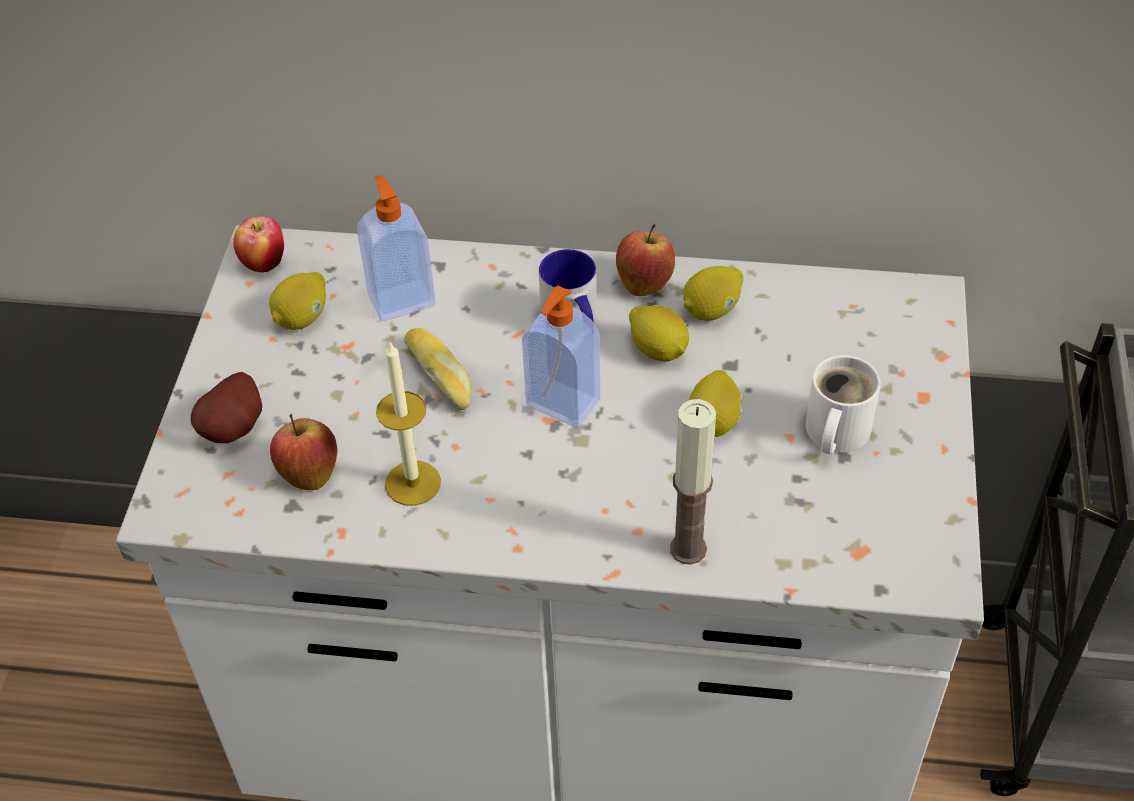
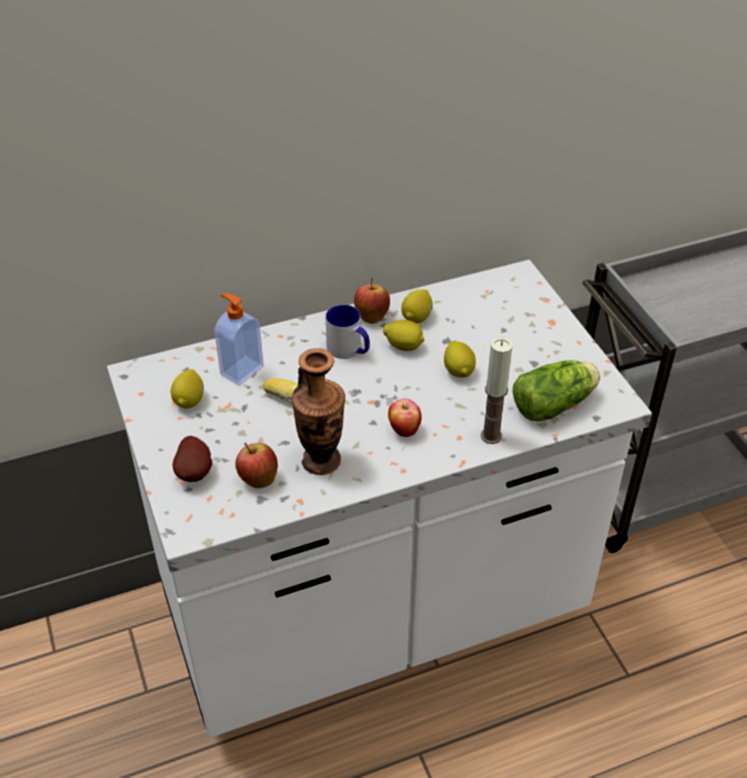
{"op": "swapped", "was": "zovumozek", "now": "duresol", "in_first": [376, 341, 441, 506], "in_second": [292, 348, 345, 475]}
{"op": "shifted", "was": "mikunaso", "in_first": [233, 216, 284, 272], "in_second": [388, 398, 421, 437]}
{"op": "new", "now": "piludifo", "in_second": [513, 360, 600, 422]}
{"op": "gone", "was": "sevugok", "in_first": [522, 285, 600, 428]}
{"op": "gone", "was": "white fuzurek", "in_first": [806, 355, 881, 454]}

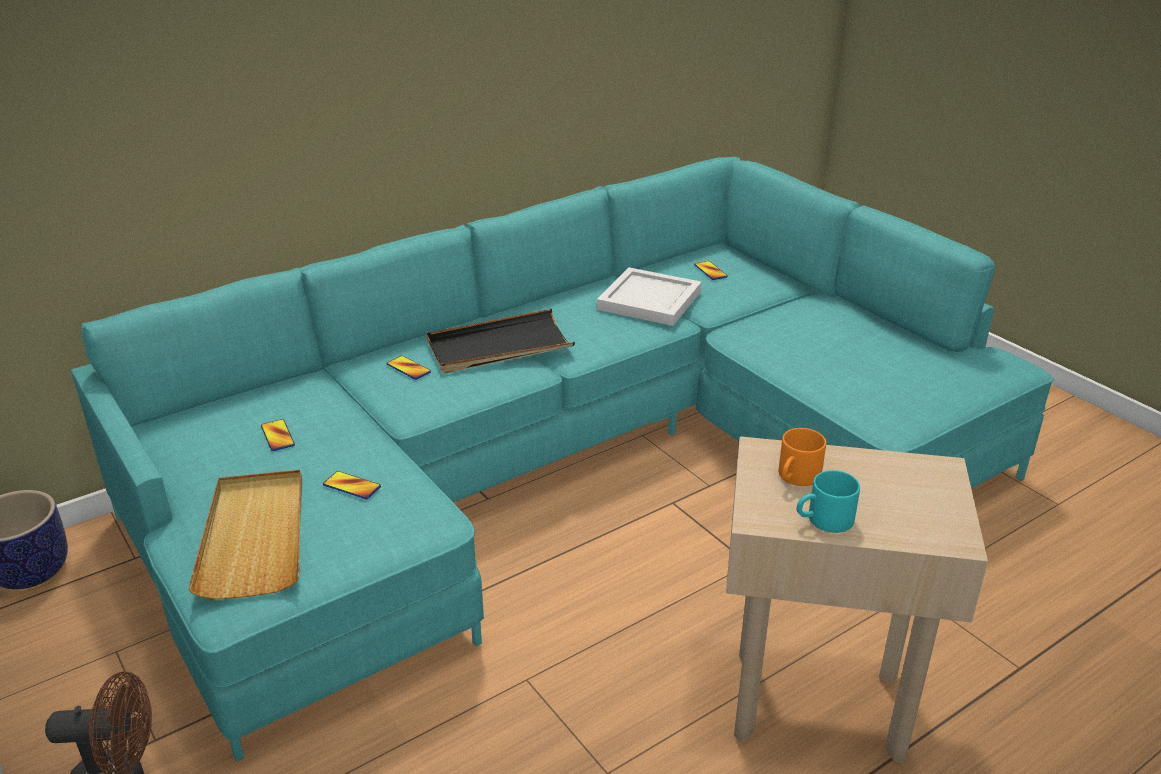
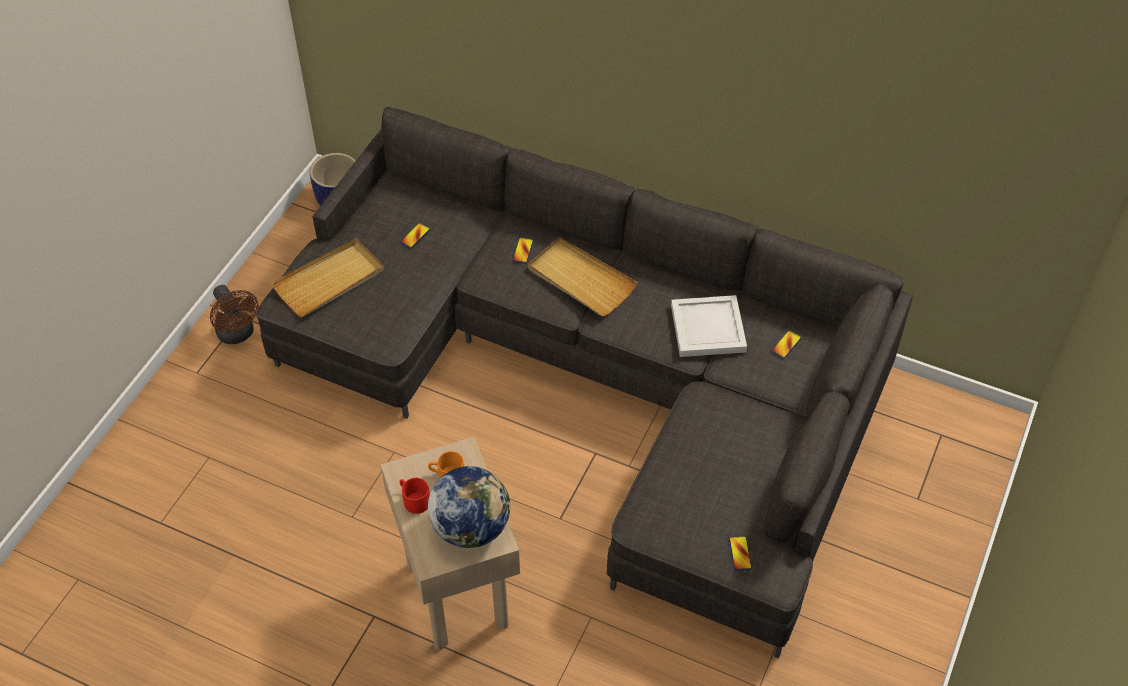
{"op": "repainted", "was": "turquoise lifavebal", "now": "grey lifavebal", "in_first": [71, 157, 1053, 762], "in_second": [256, 107, 913, 658]}
{"op": "repainted", "was": "turquoise fuzurek", "now": "red fuzurek", "in_first": [797, 470, 860, 533], "in_second": [399, 478, 430, 514]}
{"op": "new", "now": "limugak", "in_second": [428, 466, 510, 548]}
{"op": "repainted", "was": "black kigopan", "now": "beige kigopan", "in_first": [426, 309, 575, 373], "in_second": [528, 237, 638, 316]}
{"op": "shifted", "was": "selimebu", "in_first": [323, 471, 381, 499], "in_second": [729, 536, 752, 571]}

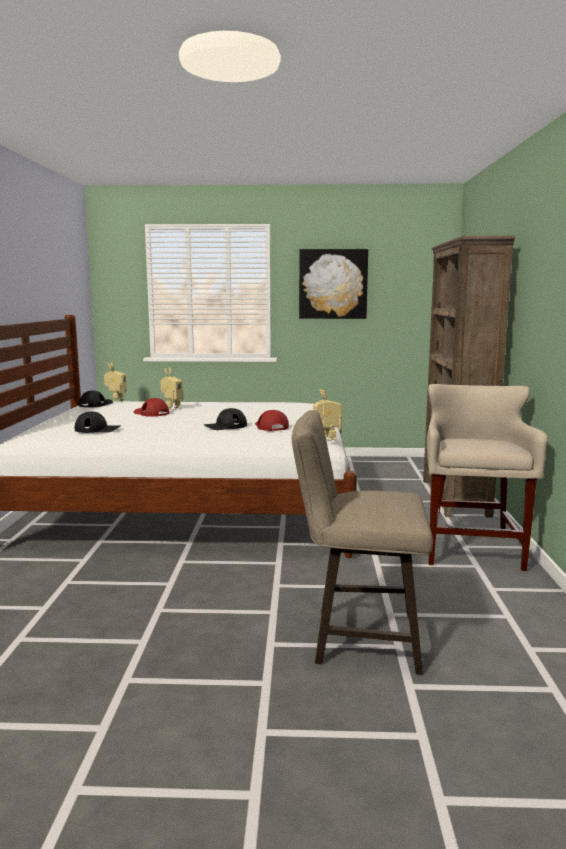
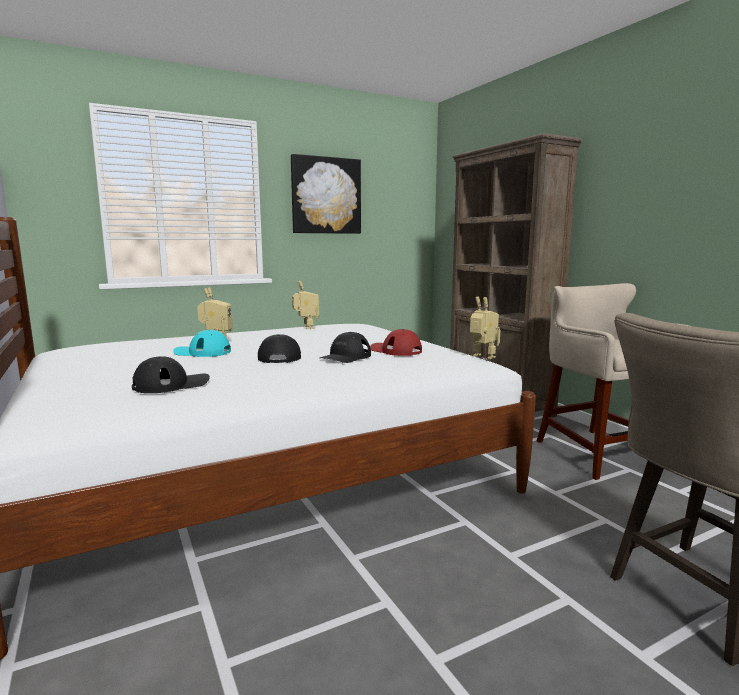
{"op": "repainted", "was": "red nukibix", "now": "turquoise nukibix", "in_first": [134, 398, 169, 417], "in_second": [173, 330, 231, 357]}
{"op": "shifted", "was": "black nukibix", "in_first": [79, 391, 113, 408], "in_second": [258, 334, 301, 363]}
{"op": "shifted", "was": "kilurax", "in_first": [104, 363, 127, 401], "in_second": [292, 281, 319, 329]}

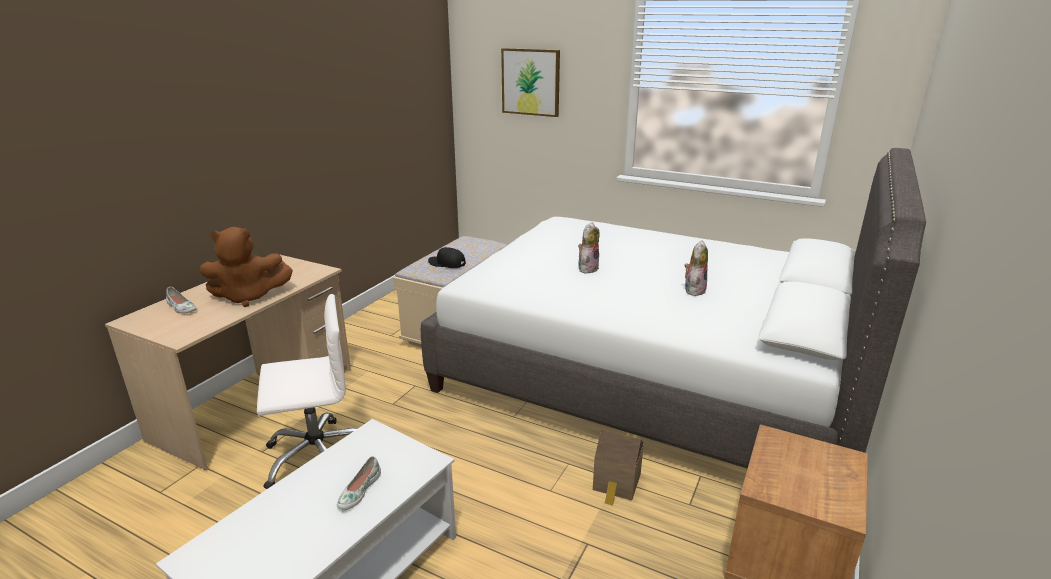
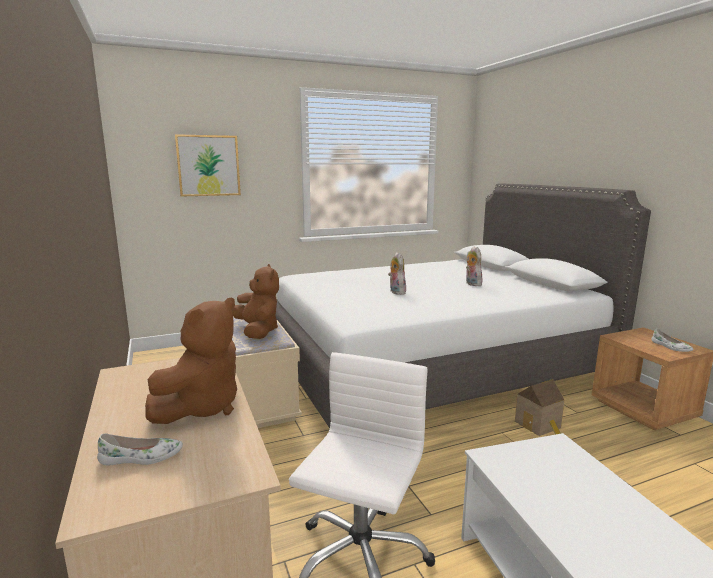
{"op": "swapped", "was": "black nukibix", "now": "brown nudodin", "in_first": [428, 247, 466, 268], "in_second": [232, 264, 279, 339]}
{"op": "shifted", "was": "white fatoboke", "in_first": [337, 456, 381, 510], "in_second": [651, 329, 694, 352]}

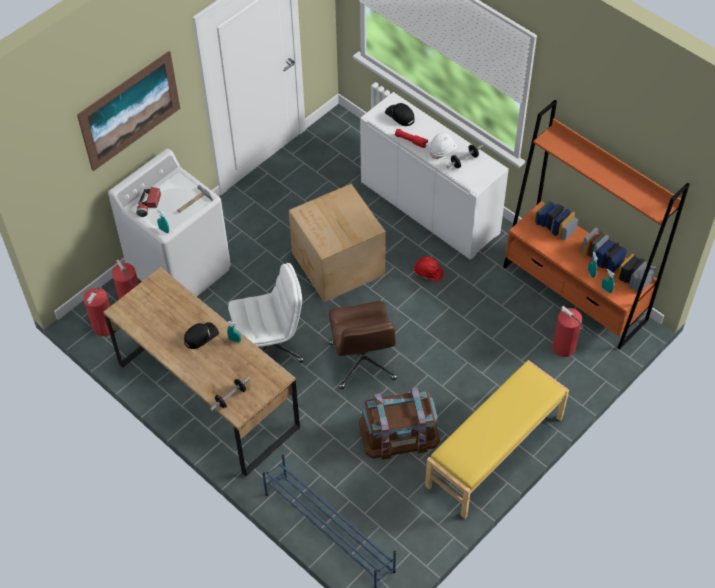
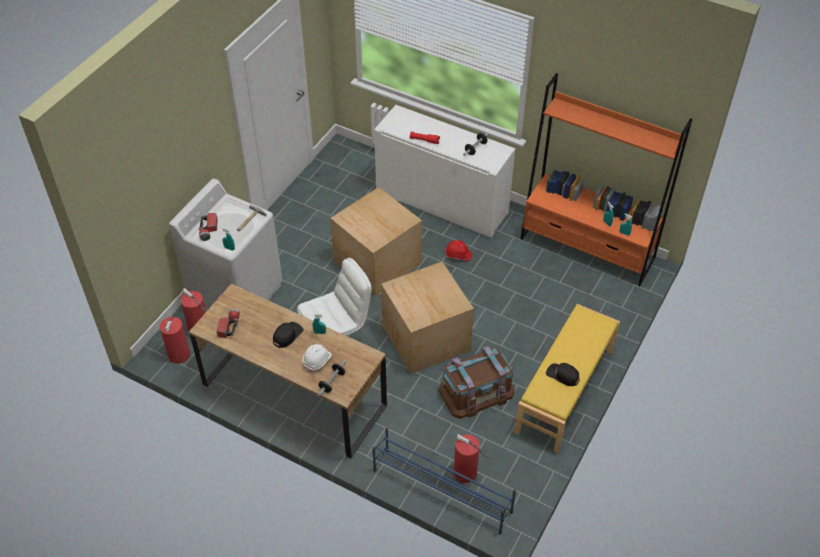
{"op": "new", "now": "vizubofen", "in_second": [216, 308, 240, 338]}
{"op": "shifted", "was": "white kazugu", "in_first": [429, 133, 457, 159], "in_second": [302, 344, 332, 373]}
{"op": "swapped", "was": "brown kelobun", "now": "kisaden", "in_first": [329, 301, 397, 389], "in_second": [381, 261, 474, 374]}
{"op": "shifted", "was": "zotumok", "in_first": [552, 306, 591, 357], "in_second": [454, 434, 491, 483]}
{"op": "shifted", "was": "black nukibix", "in_first": [385, 103, 415, 126], "in_second": [546, 363, 580, 386]}
{"op": "gone", "was": "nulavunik", "in_first": [77, 51, 180, 171]}

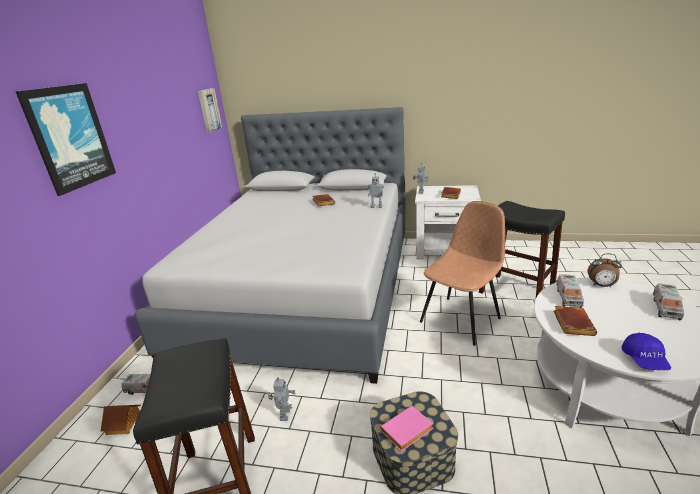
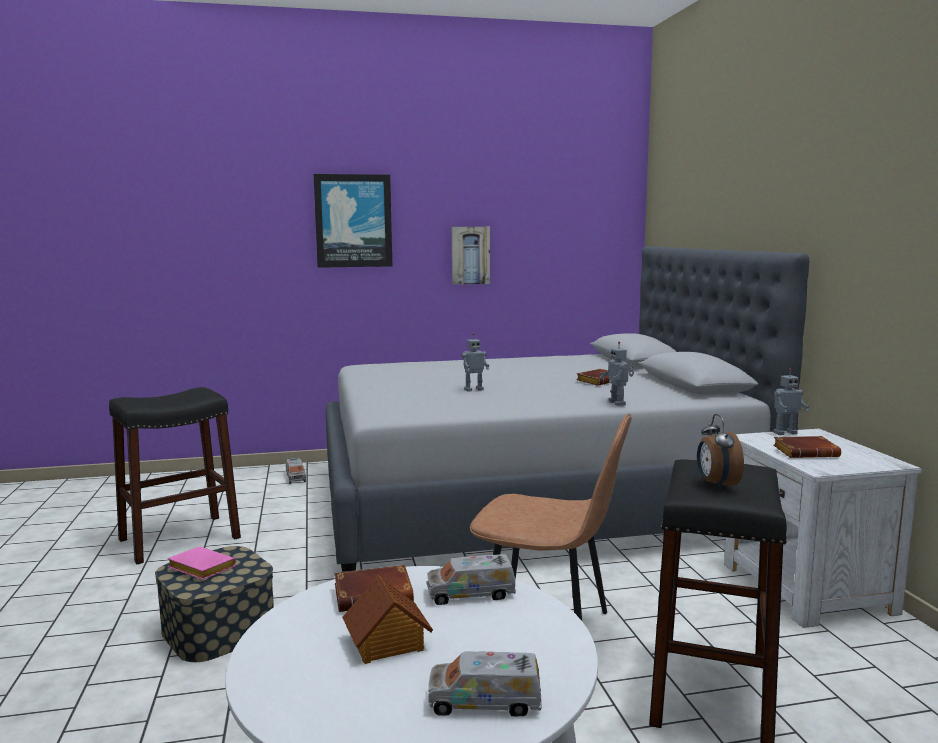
{"op": "shifted", "was": "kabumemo", "in_first": [100, 405, 141, 435], "in_second": [342, 575, 433, 664]}
{"op": "shifted", "was": "nulavunik", "in_first": [198, 88, 222, 132], "in_second": [452, 227, 490, 285]}
{"op": "shifted", "was": "kilurax", "in_first": [268, 377, 296, 421], "in_second": [461, 333, 489, 392]}
{"op": "shifted", "was": "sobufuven", "in_first": [588, 254, 622, 287], "in_second": [697, 414, 744, 490]}
{"op": "gone", "was": "blue nukibix", "in_first": [621, 333, 671, 370]}

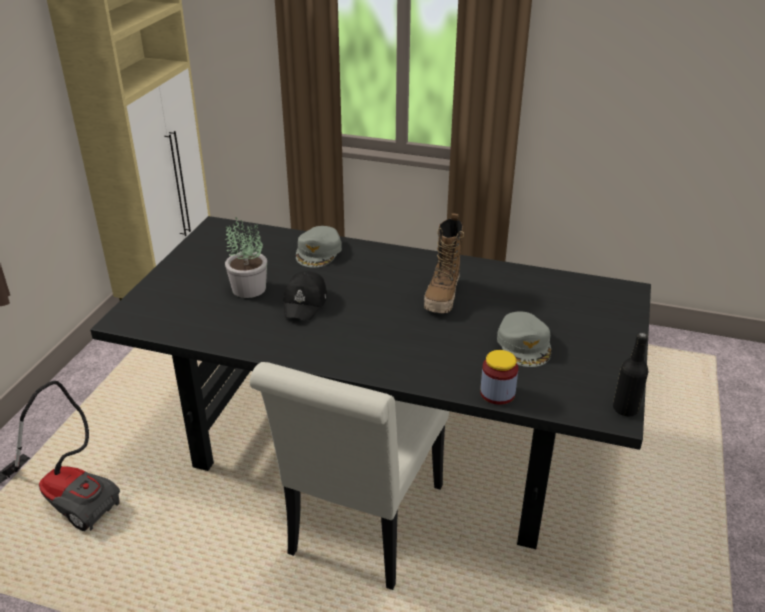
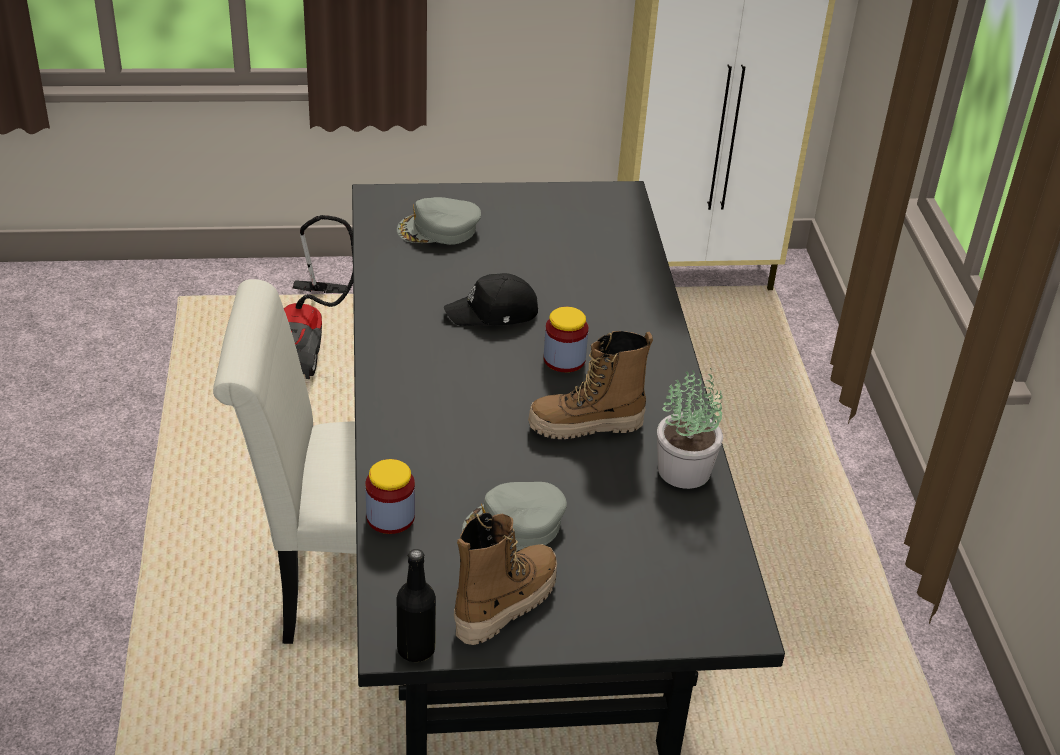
{"op": "shifted", "was": "grey nukibix", "in_first": [296, 226, 342, 268], "in_second": [397, 197, 481, 245]}
{"op": "new", "now": "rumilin", "in_second": [454, 512, 557, 645]}
{"op": "new", "now": "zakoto", "in_second": [544, 307, 588, 372]}
{"op": "shifted", "was": "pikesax", "in_first": [225, 217, 267, 298], "in_second": [657, 368, 723, 489]}

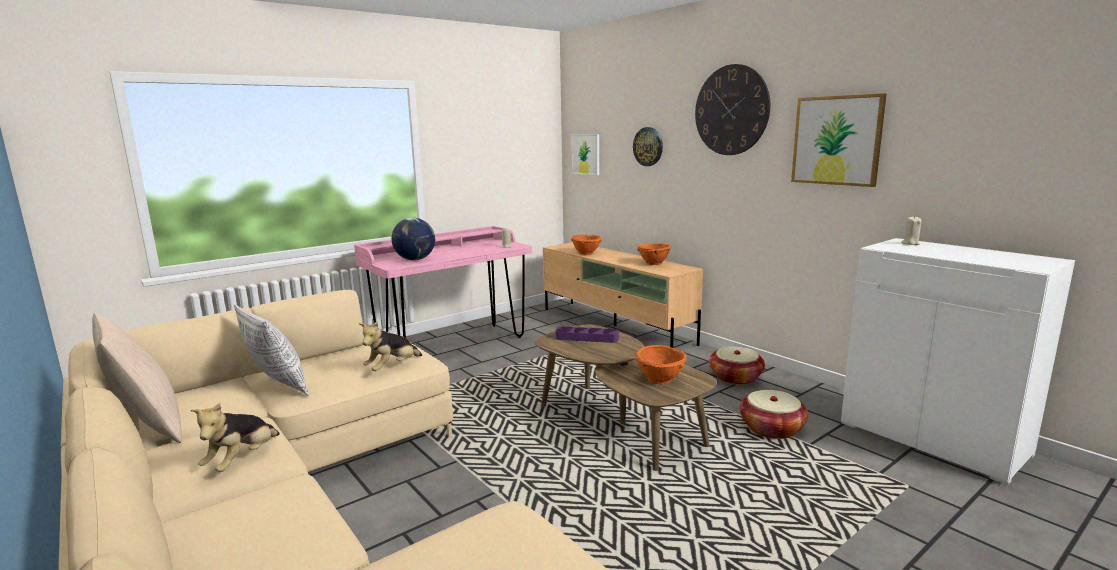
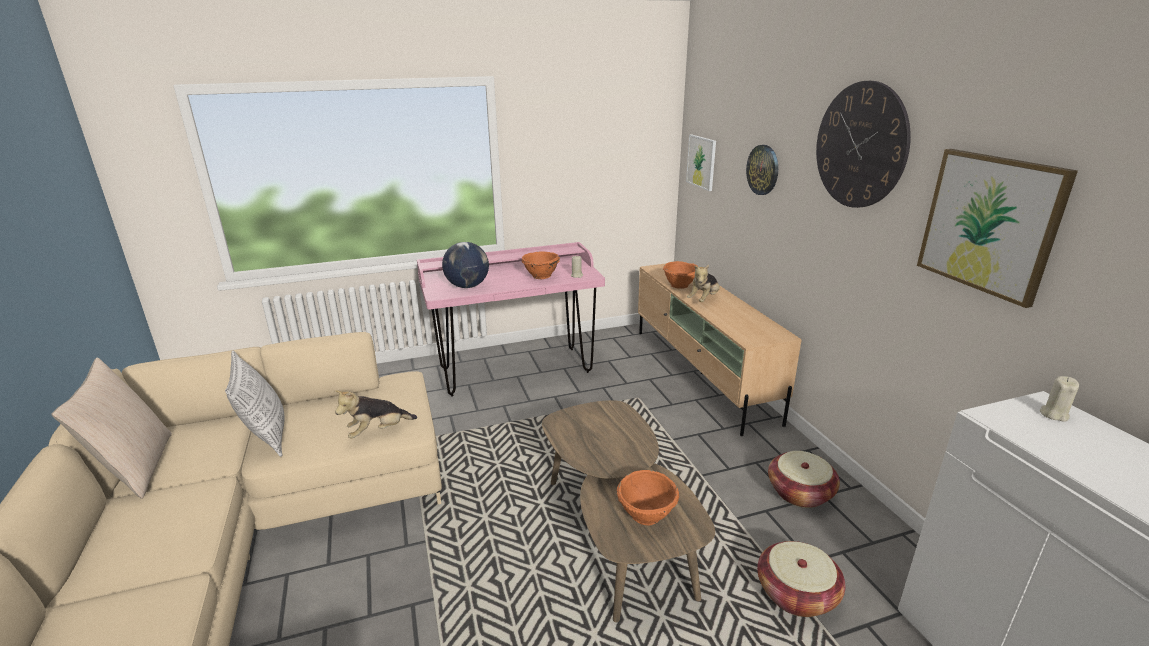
{"op": "shifted", "was": "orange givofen", "in_first": [637, 243, 671, 265], "in_second": [522, 252, 560, 279]}
{"op": "shifted", "was": "nudodin", "in_first": [191, 403, 280, 472], "in_second": [687, 265, 720, 302]}
{"op": "gone", "was": "purple kigopan", "in_first": [555, 326, 619, 343]}

